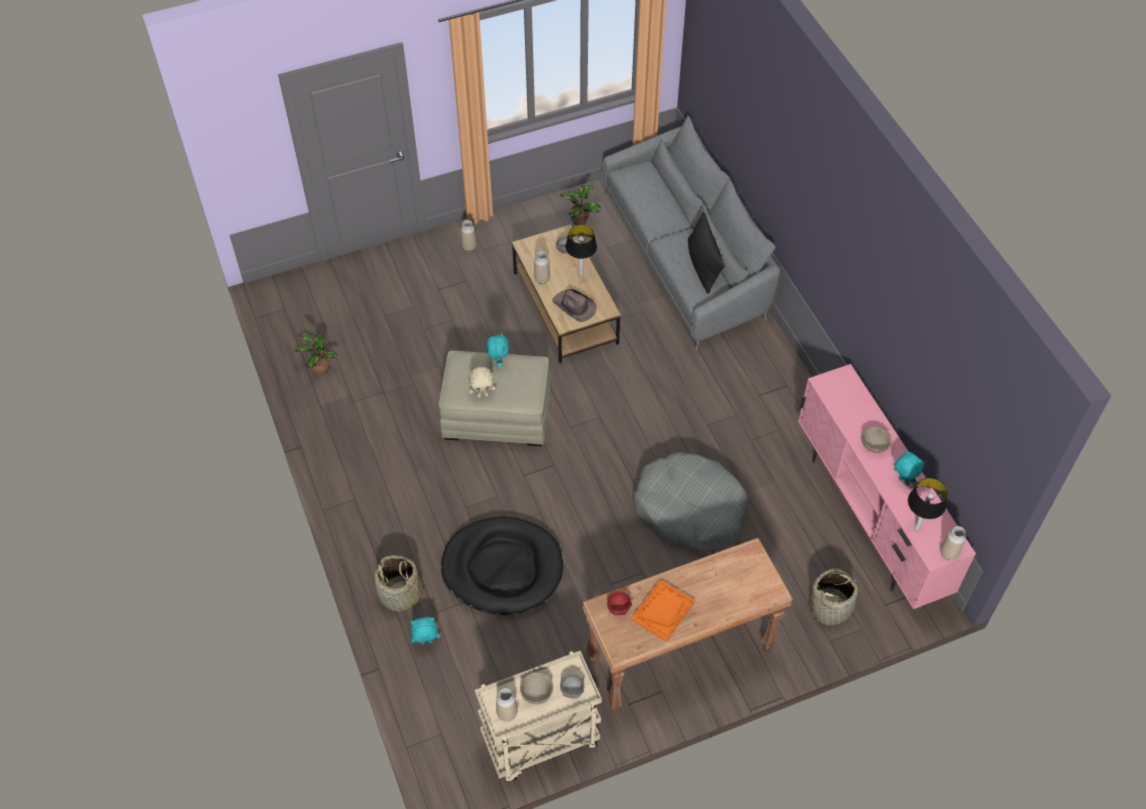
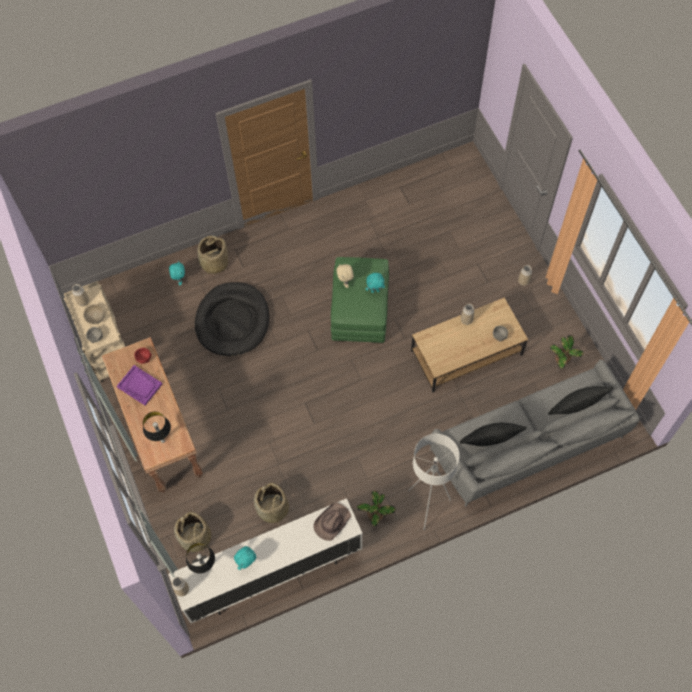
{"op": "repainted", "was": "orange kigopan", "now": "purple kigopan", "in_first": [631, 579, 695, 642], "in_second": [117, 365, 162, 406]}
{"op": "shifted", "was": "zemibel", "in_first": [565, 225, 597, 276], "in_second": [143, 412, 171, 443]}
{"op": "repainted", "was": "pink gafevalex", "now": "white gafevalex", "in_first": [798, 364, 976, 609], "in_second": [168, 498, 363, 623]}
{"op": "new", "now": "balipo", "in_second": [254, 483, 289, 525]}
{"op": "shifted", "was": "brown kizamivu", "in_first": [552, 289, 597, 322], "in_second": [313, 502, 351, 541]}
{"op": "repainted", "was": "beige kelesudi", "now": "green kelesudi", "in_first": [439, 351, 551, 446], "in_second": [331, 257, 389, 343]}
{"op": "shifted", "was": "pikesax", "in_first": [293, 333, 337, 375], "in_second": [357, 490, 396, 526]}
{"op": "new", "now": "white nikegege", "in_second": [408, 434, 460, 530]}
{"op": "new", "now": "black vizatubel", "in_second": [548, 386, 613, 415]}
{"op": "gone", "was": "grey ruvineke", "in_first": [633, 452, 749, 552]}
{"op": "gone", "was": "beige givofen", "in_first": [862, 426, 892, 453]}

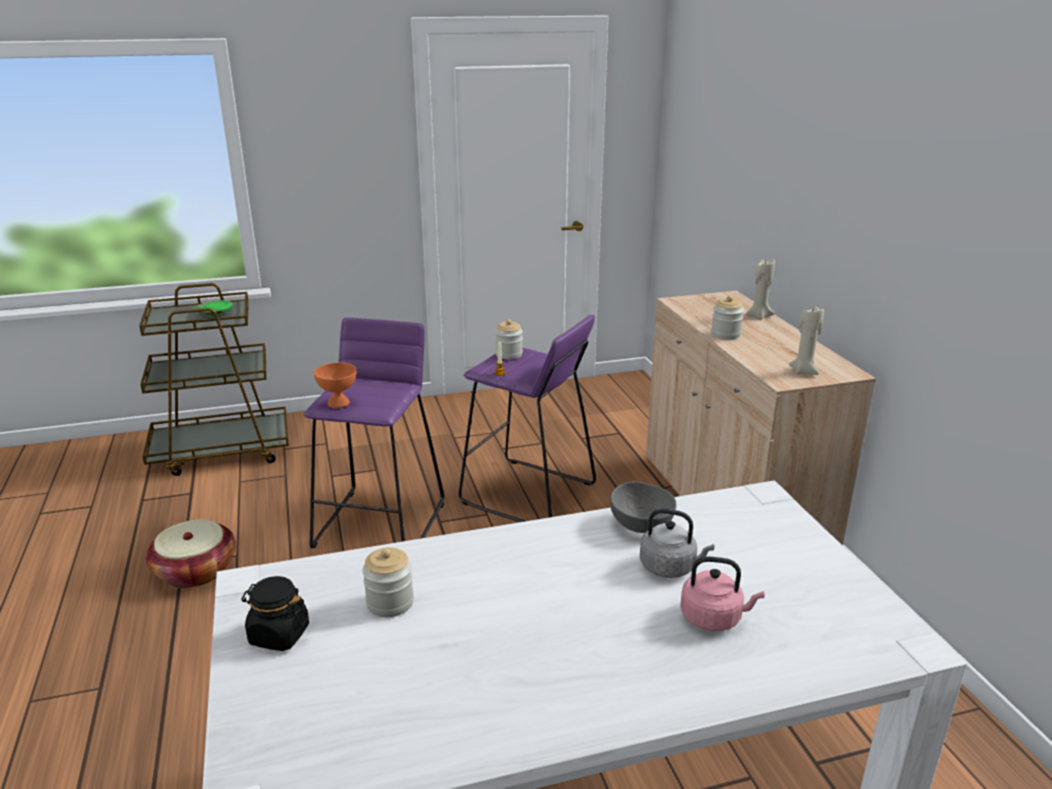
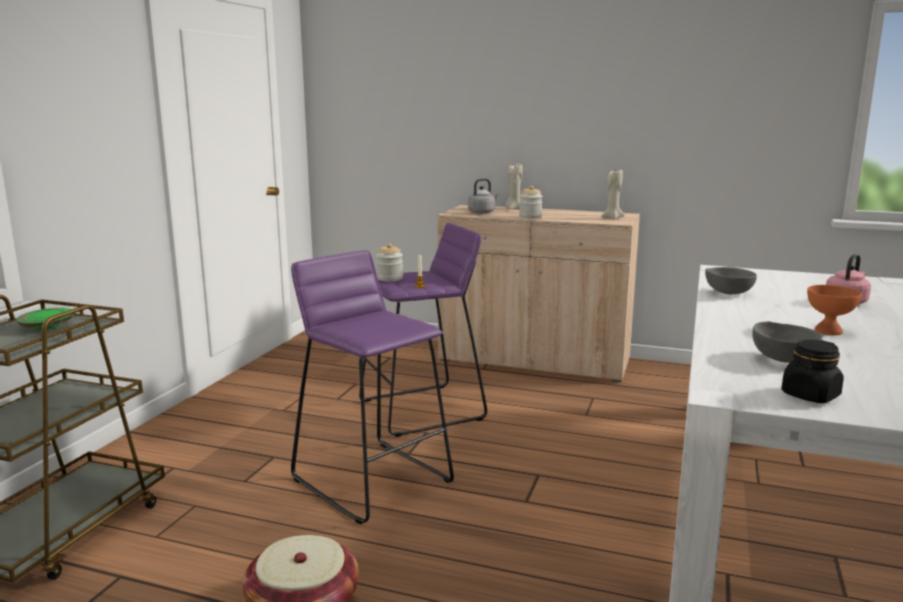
{"op": "shifted", "was": "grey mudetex", "in_first": [640, 508, 714, 578], "in_second": [468, 178, 500, 214]}
{"op": "swapped", "was": "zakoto", "now": "grey givofen", "in_first": [362, 547, 414, 617], "in_second": [752, 321, 823, 363]}
{"op": "shifted", "was": "orange givofen", "in_first": [314, 363, 357, 408], "in_second": [807, 285, 862, 335]}

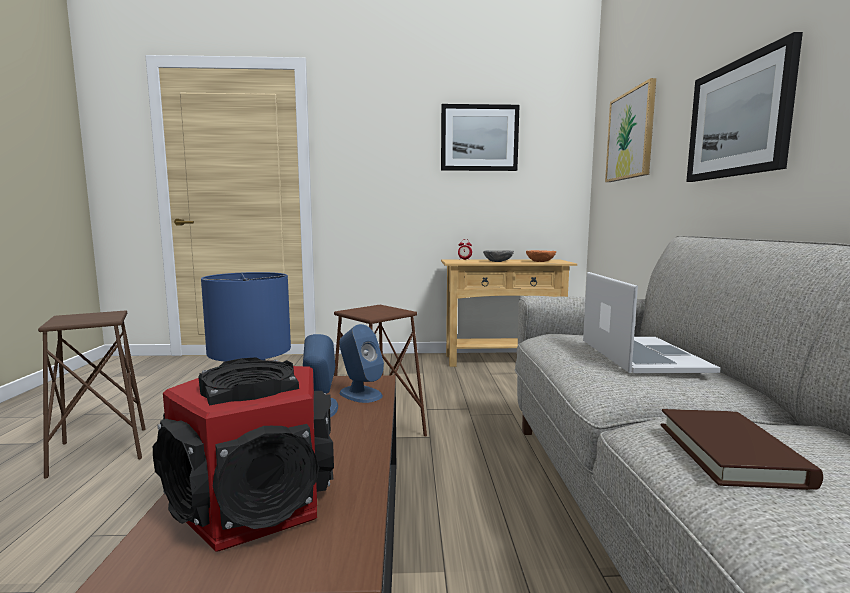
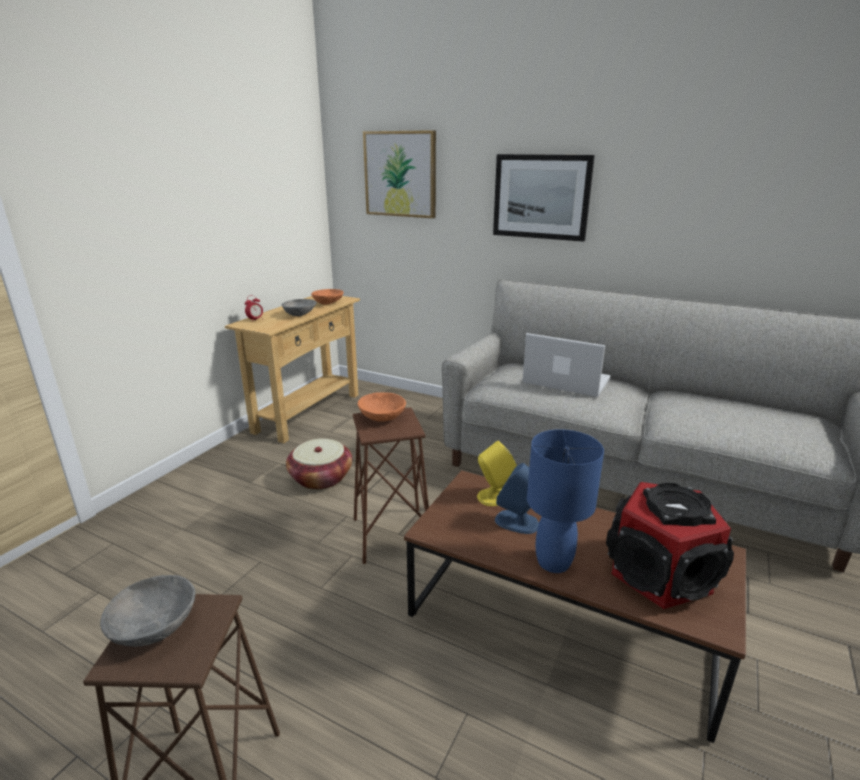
{"op": "new", "now": "grey givofen", "in_second": [100, 575, 195, 647]}
{"op": "new", "now": "balipo", "in_second": [286, 439, 352, 490]}
{"op": "new", "now": "orange givofen", "in_second": [358, 392, 406, 422]}
{"op": "repainted", "was": "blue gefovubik", "now": "yellow gefovubik", "in_first": [339, 324, 384, 403], "in_second": [477, 440, 517, 506]}
{"op": "gone", "was": "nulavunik", "in_first": [441, 104, 520, 171]}
{"op": "gone", "was": "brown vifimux", "in_first": [660, 409, 823, 490]}

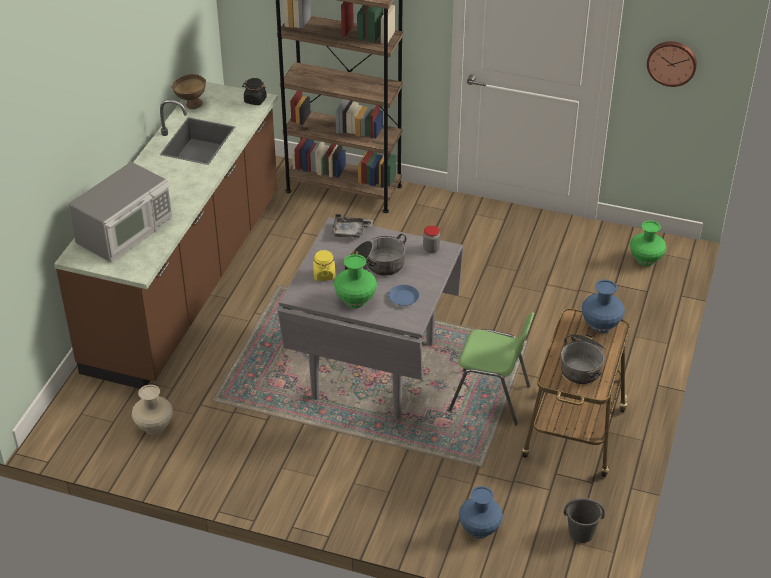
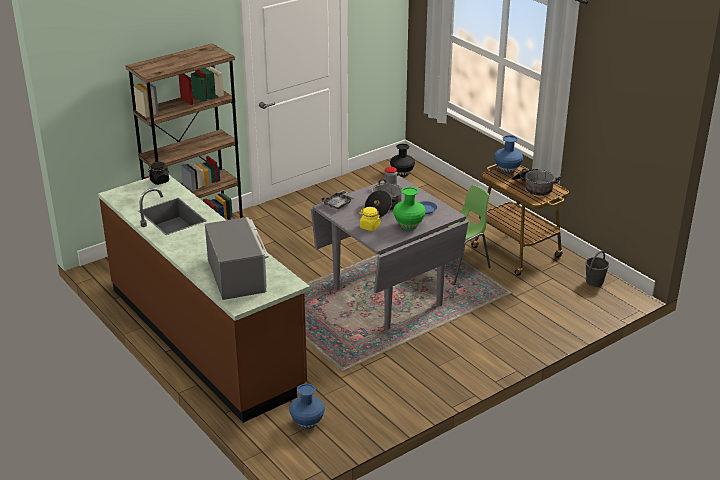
{"op": "shifted", "was": "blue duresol", "in_first": [459, 486, 503, 539], "in_second": [289, 384, 325, 429]}
{"op": "repainted", "was": "green duresol", "now": "black duresol", "in_first": [630, 221, 666, 266], "in_second": [390, 144, 415, 177]}
{"op": "gone", "was": "beige duresol", "in_first": [132, 385, 173, 435]}
{"op": "gone", "was": "brown givofen", "in_first": [171, 74, 206, 109]}
{"op": "gone", "was": "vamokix", "in_first": [647, 41, 697, 87]}

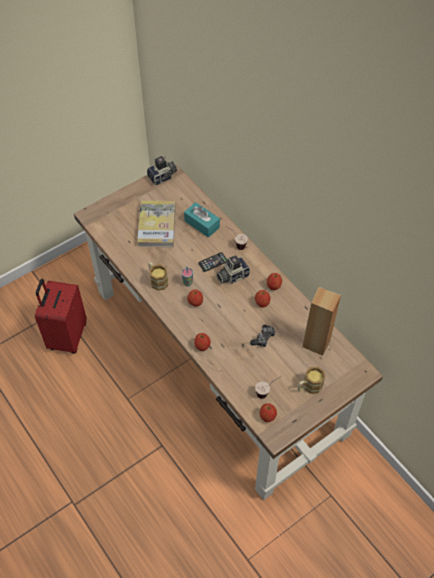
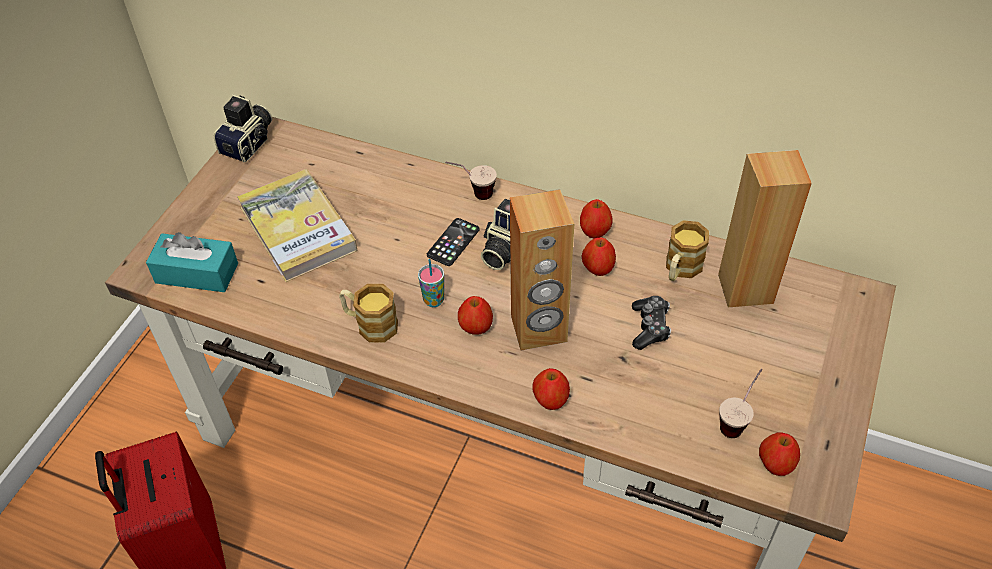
{"op": "shifted", "was": "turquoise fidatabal", "in_first": [184, 202, 220, 237], "in_second": [146, 232, 238, 292]}
{"op": "new", "now": "brown gefovubik", "in_second": [510, 189, 574, 351]}
{"op": "shifted", "was": "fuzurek", "in_first": [298, 366, 325, 394], "in_second": [666, 220, 709, 281]}

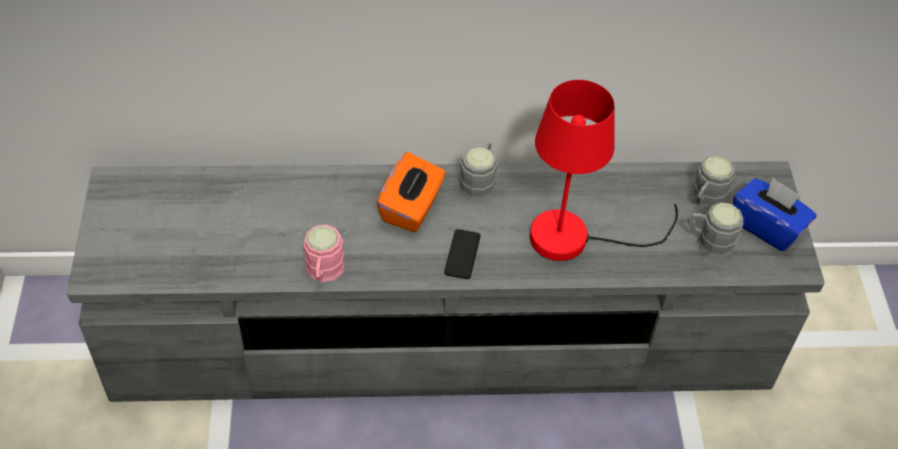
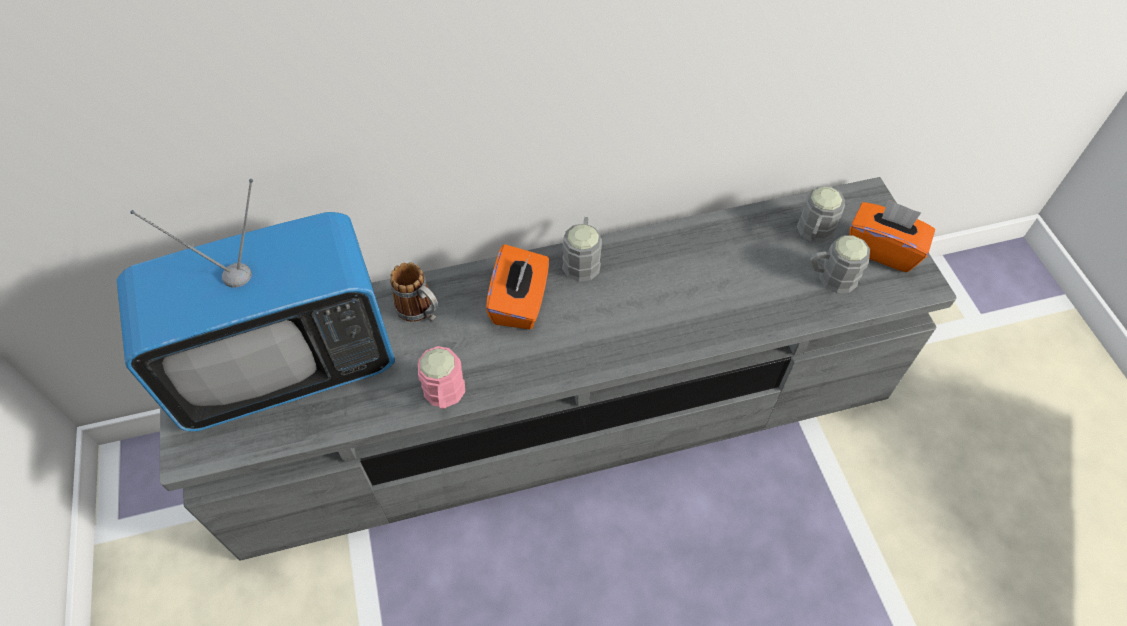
{"op": "new", "now": "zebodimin", "in_second": [117, 179, 395, 431]}
{"op": "new", "now": "fuzurek", "in_second": [390, 262, 438, 322]}
{"op": "repainted", "was": "blue fidatabal", "now": "orange fidatabal", "in_first": [733, 177, 817, 251], "in_second": [849, 199, 935, 272]}
{"op": "gone", "was": "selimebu", "in_first": [444, 229, 481, 279]}
{"op": "gone", "was": "red zemibel", "in_first": [530, 80, 678, 261]}

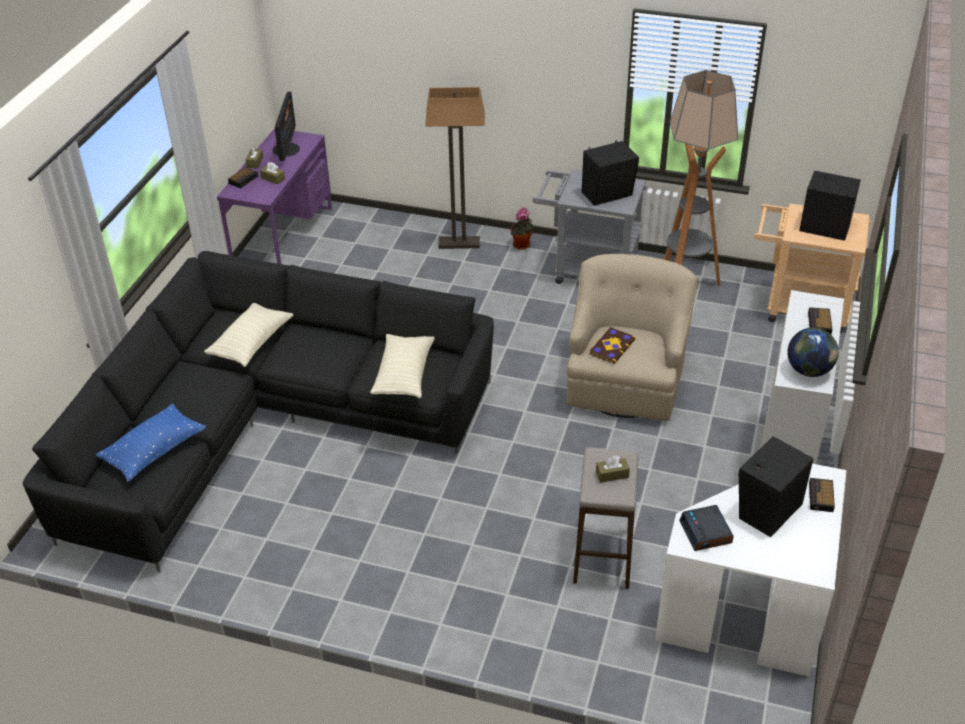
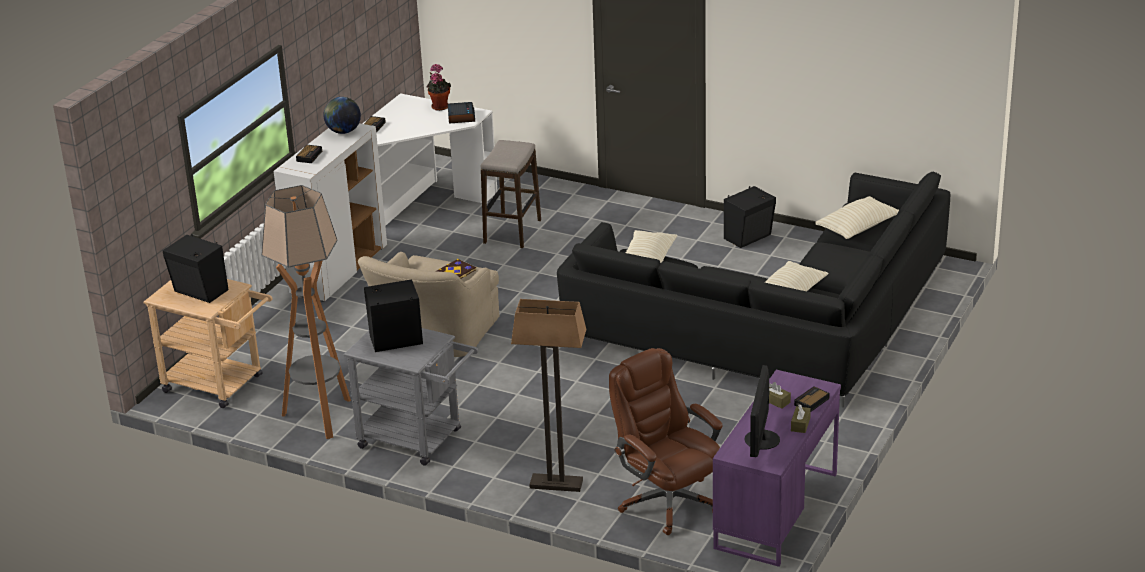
{"op": "shifted", "was": "pikesax", "in_first": [510, 207, 535, 250], "in_second": [426, 64, 451, 111]}
{"op": "new", "now": "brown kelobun", "in_second": [609, 348, 723, 535]}
{"op": "shifted", "was": "black gefovubik", "in_first": [738, 436, 814, 537], "in_second": [724, 186, 776, 248]}
{"op": "repainted", "was": "blue vizatubel", "now": "beige vizatubel", "in_first": [95, 404, 206, 482], "in_second": [815, 196, 899, 239]}
{"op": "gone", "was": "brown fidatabal", "in_first": [596, 456, 630, 483]}

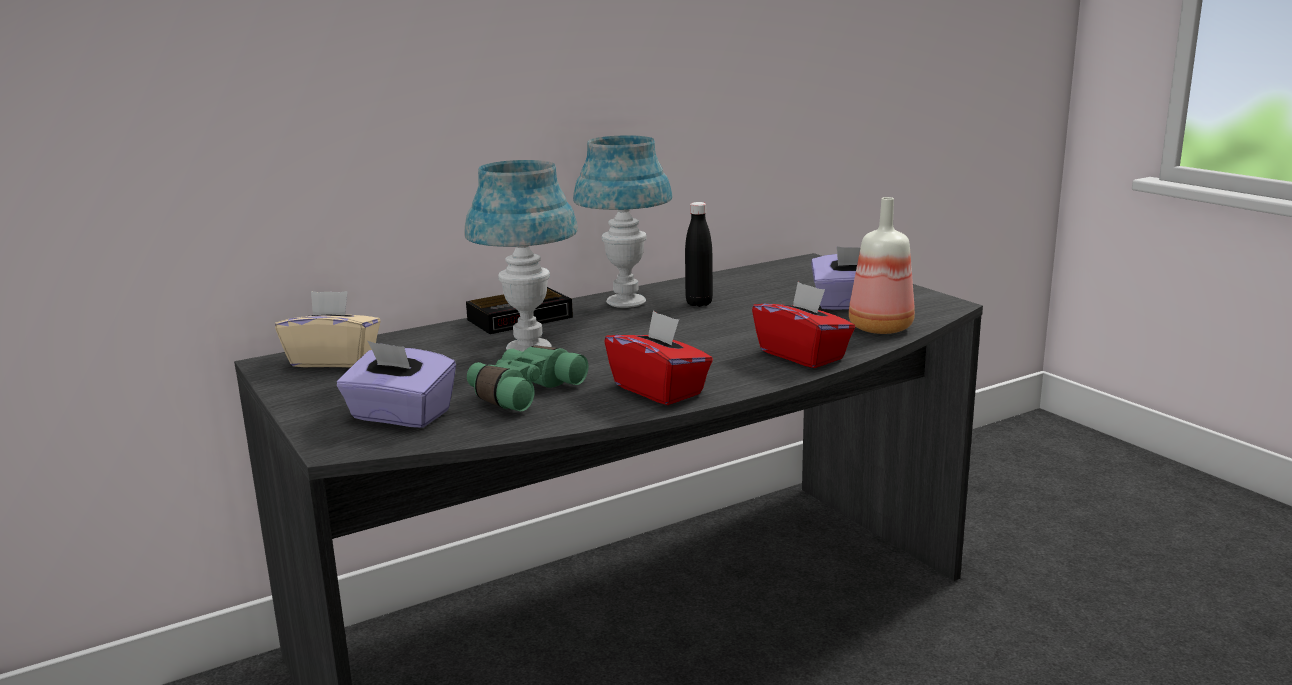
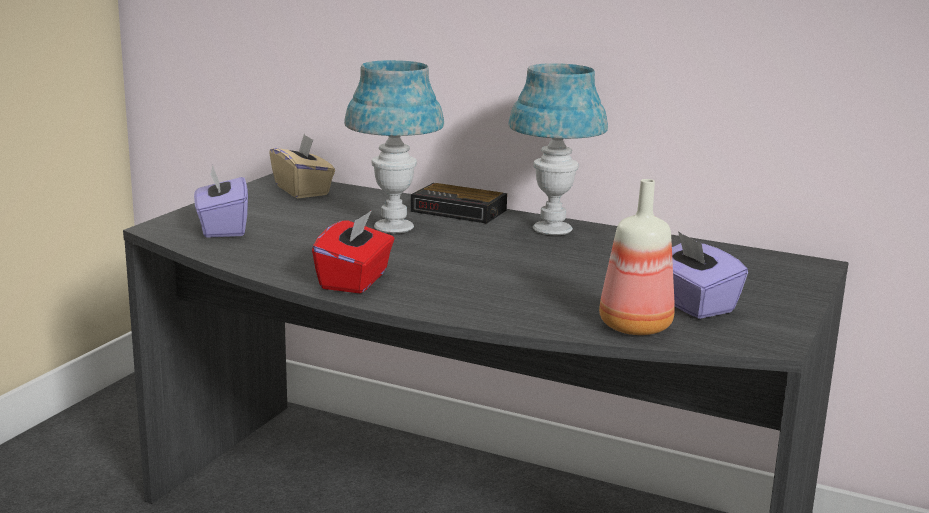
{"op": "gone", "was": "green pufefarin", "in_first": [467, 345, 588, 411]}
{"op": "gone", "was": "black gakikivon", "in_first": [685, 202, 713, 307]}
{"op": "gone", "was": "red fidatabal", "in_first": [752, 282, 855, 368]}

